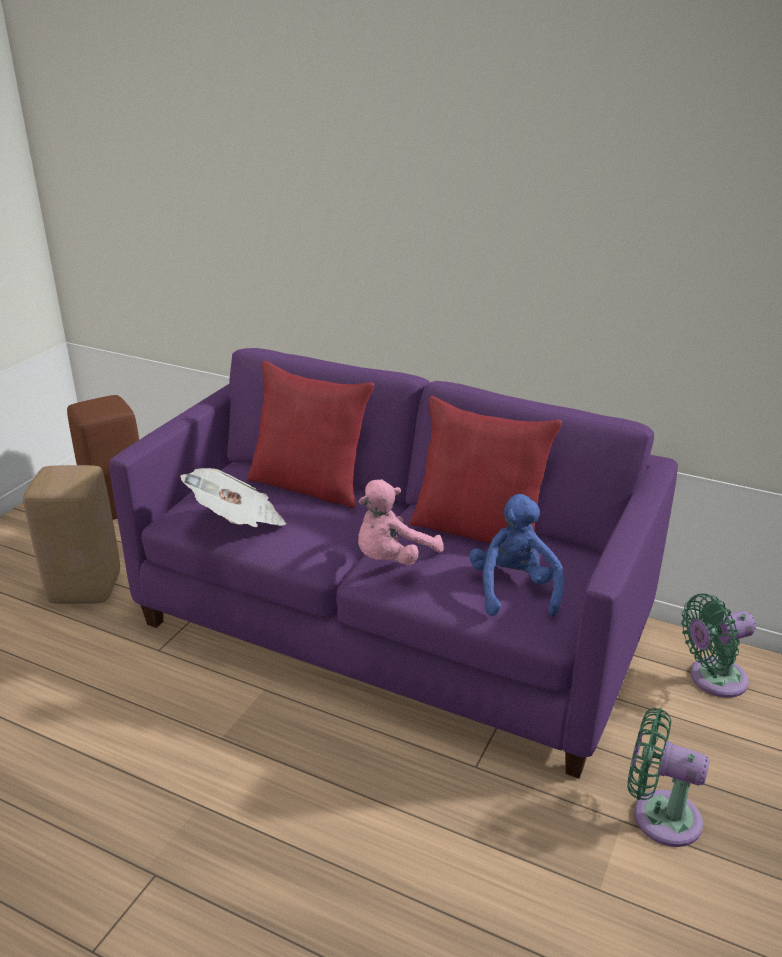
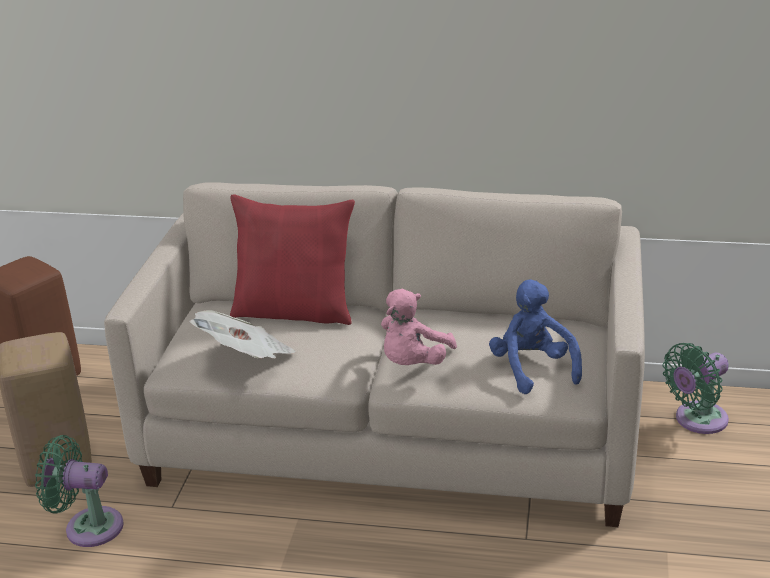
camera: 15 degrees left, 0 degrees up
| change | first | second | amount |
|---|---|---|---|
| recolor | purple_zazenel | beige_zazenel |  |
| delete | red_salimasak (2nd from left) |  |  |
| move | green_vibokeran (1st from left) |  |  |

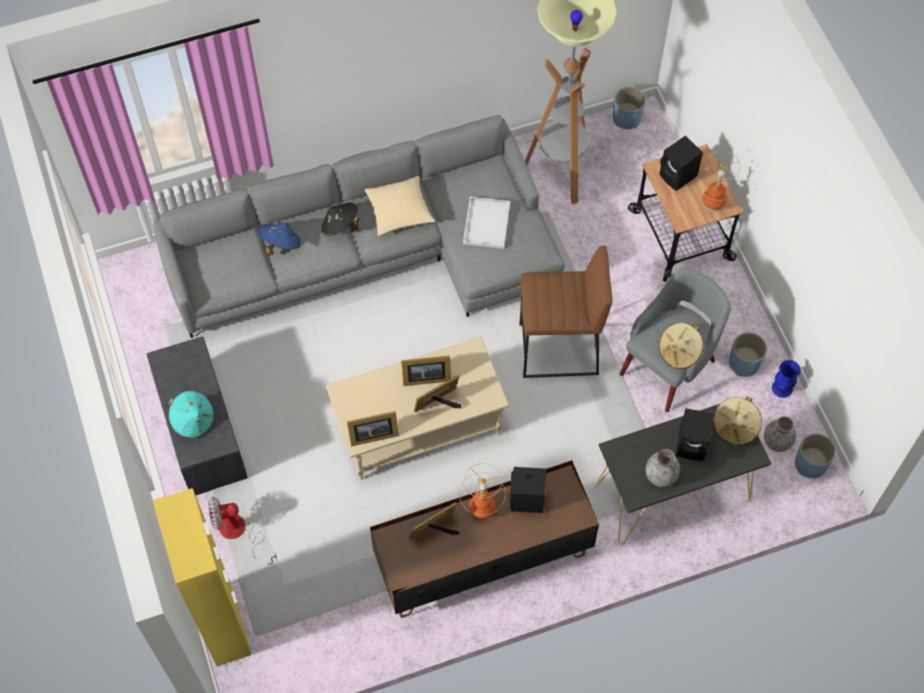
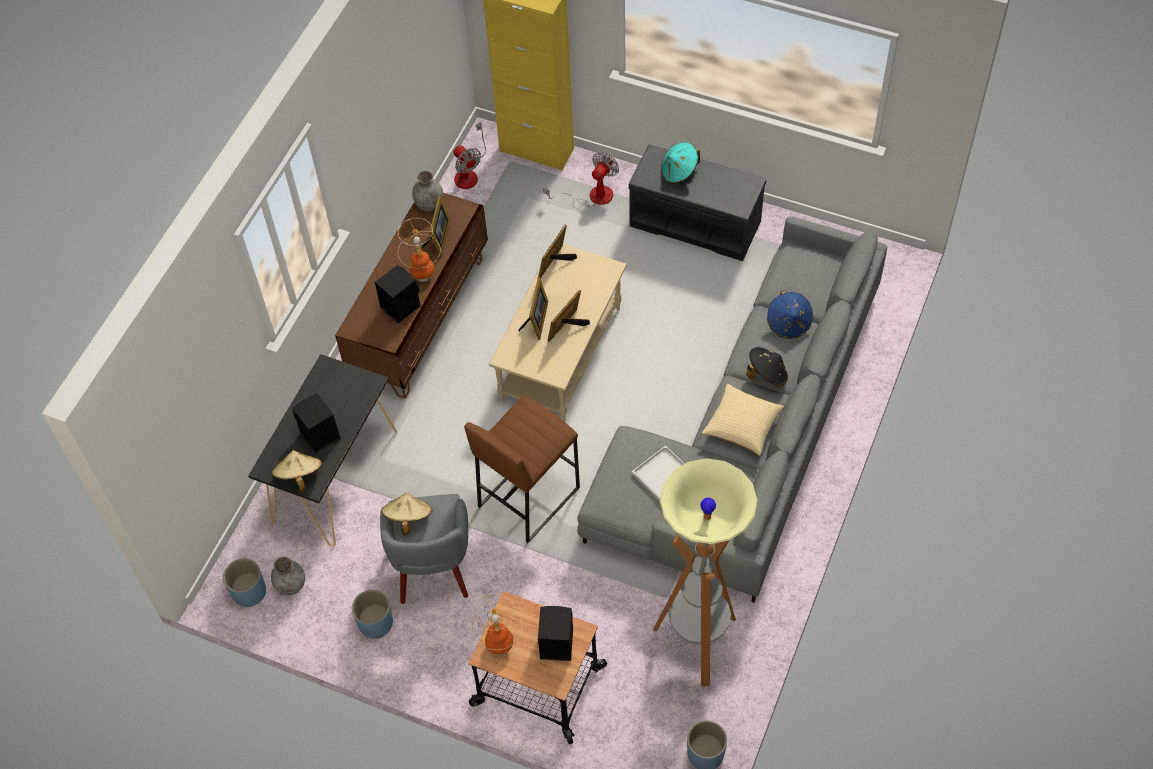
camera: 135 degrees right, 5 degrees down
| change | first | second | amount |
|---|---|---|---|
| delete | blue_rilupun |  |  |
| move | grey_rilupun (1st from left in the first image) | grey_rilupun (2nd from left) |  |
| insert |  | vibokeran (1st from left) |  |

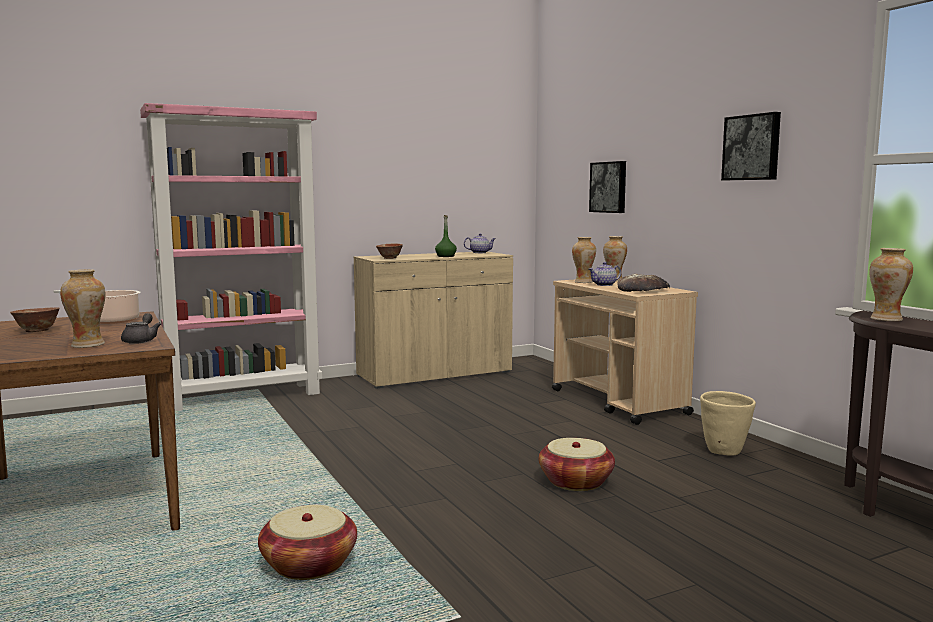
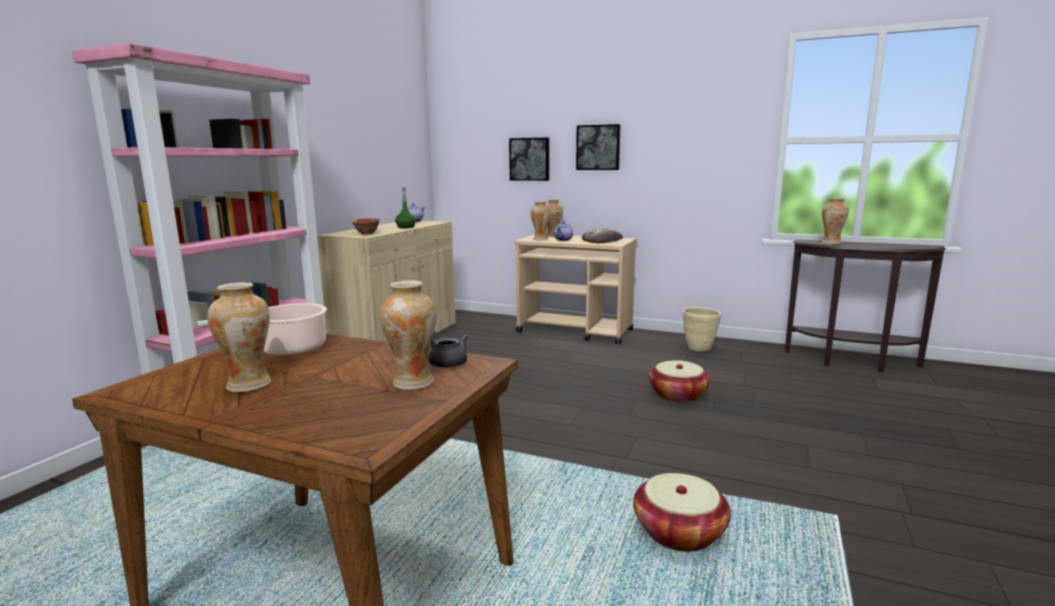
camera: 40 degrees left, 5 degrees up
| change | first | second | amount |
|---|---|---|---|
| move | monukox (2nd from left) |  |  |
| replace | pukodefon (1st from left) | rilupun (1st from left) |  |

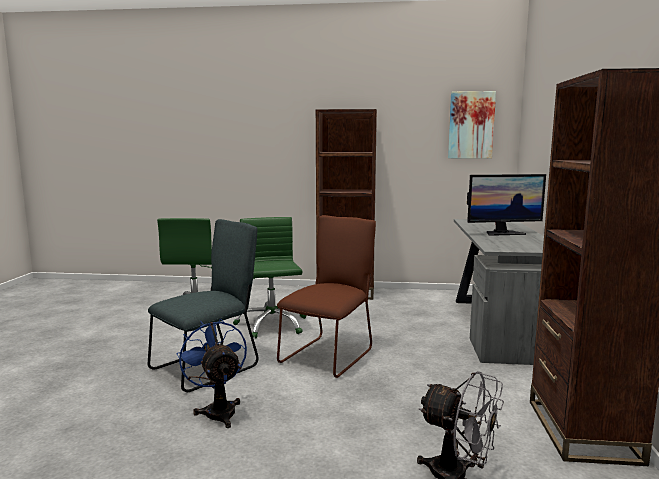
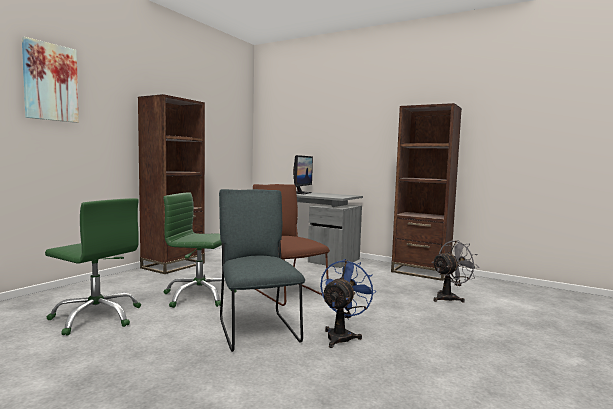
camera: 65 degrees left, 5 degrees down
| change | first | second | amount |
|---|---|---|---|
| move | monukox |  |  |
| rotate | blue_vibokeran |  | 120 degrees clockwise |

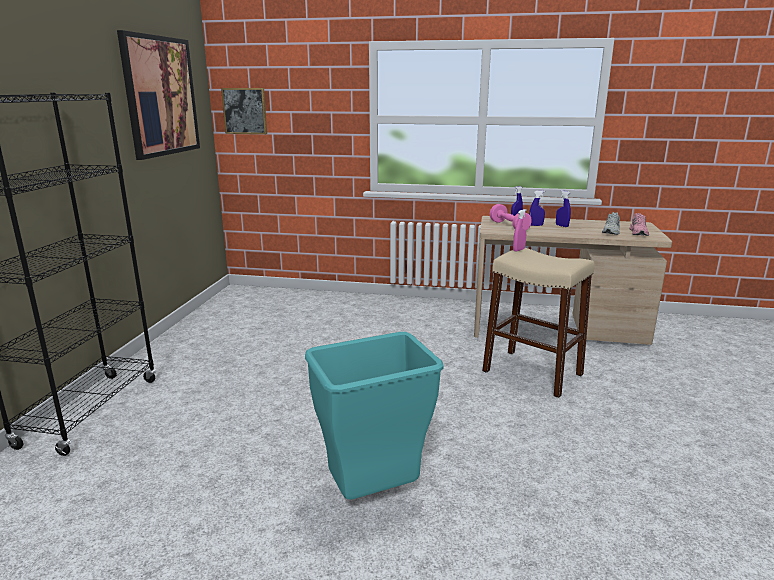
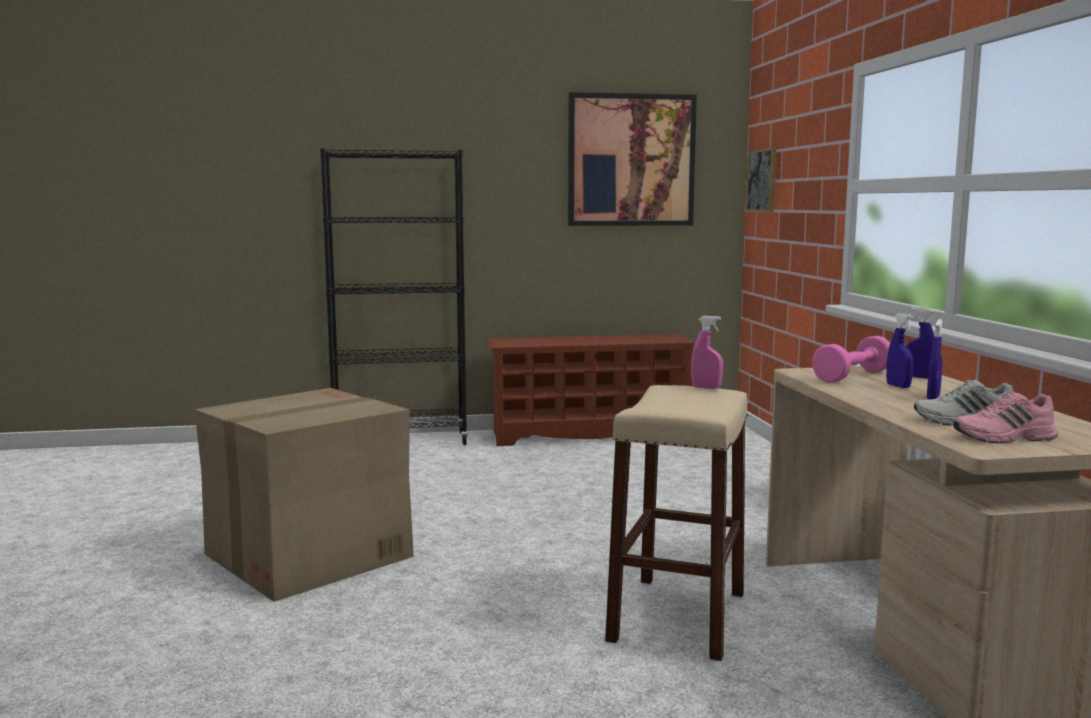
camera: 70 degrees right, 10 degrees down
| change | first | second | amount |
|---|---|---|---|
| replace | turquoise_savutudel | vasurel |  |
| insert |  | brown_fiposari |  |

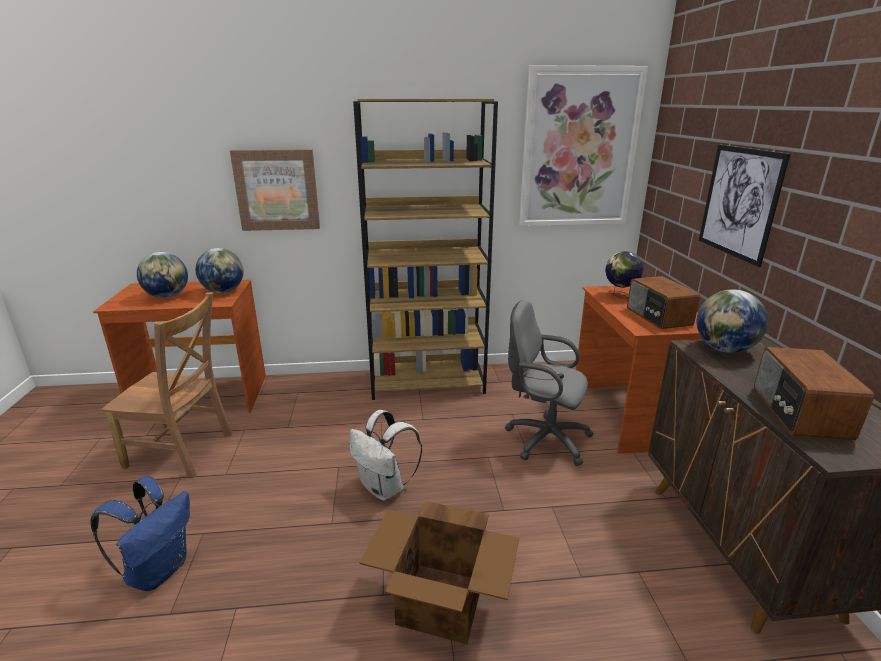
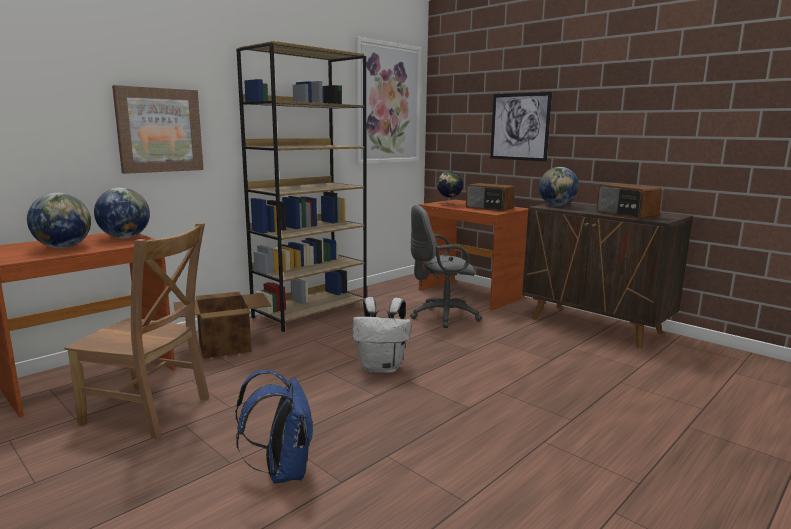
camera: 40 degrees left, 10 degrees down
| change | first | second | amount |
|---|---|---|---|
| rotate | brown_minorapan |  | 45 degrees clockwise |
| move | vasurel |  |  |

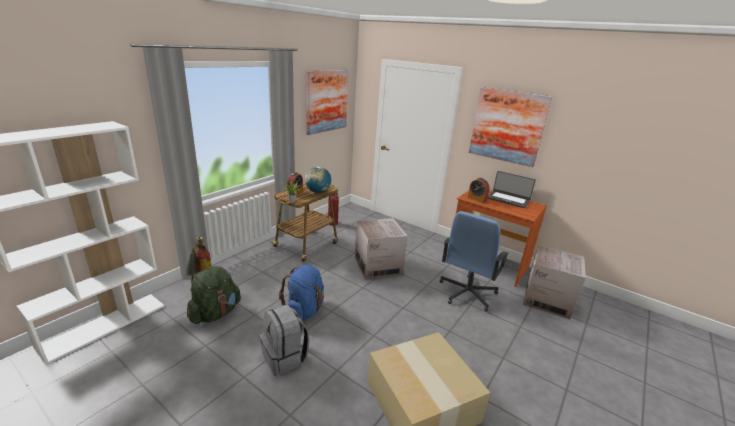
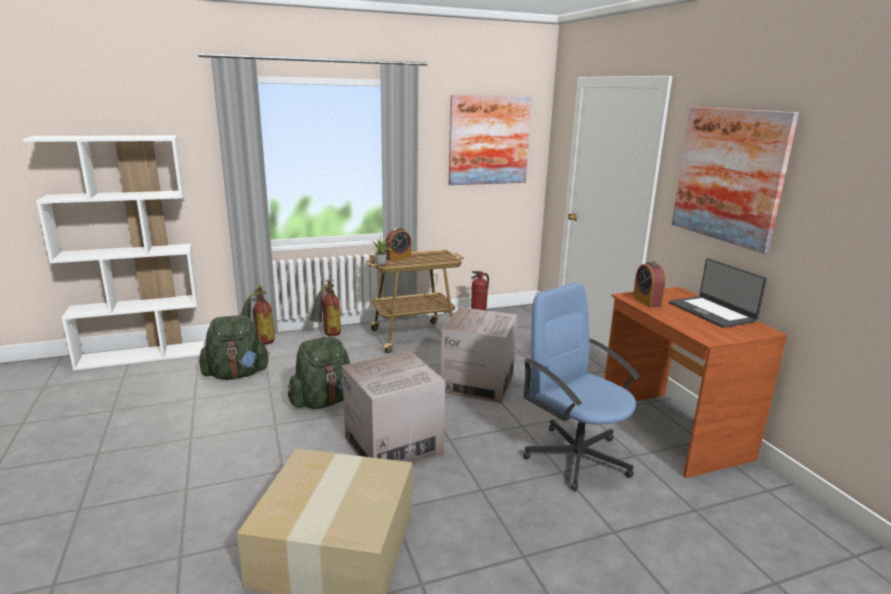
camera: 35 degrees right, 5 degrees down
| change | first | second | amount |
|---|---|---|---|
| delete | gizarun |  |  |
| rotate | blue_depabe |  | 75 degrees clockwise |
| move | vasurel (3rd from left in the first image) | vasurel (2nd from left) |  |
| recolor | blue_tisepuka | green_tisepuka (2nd from left) |  |
| delete | grey_tisepuka |  |  |
| insert |  | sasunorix (2nd from left) |  |

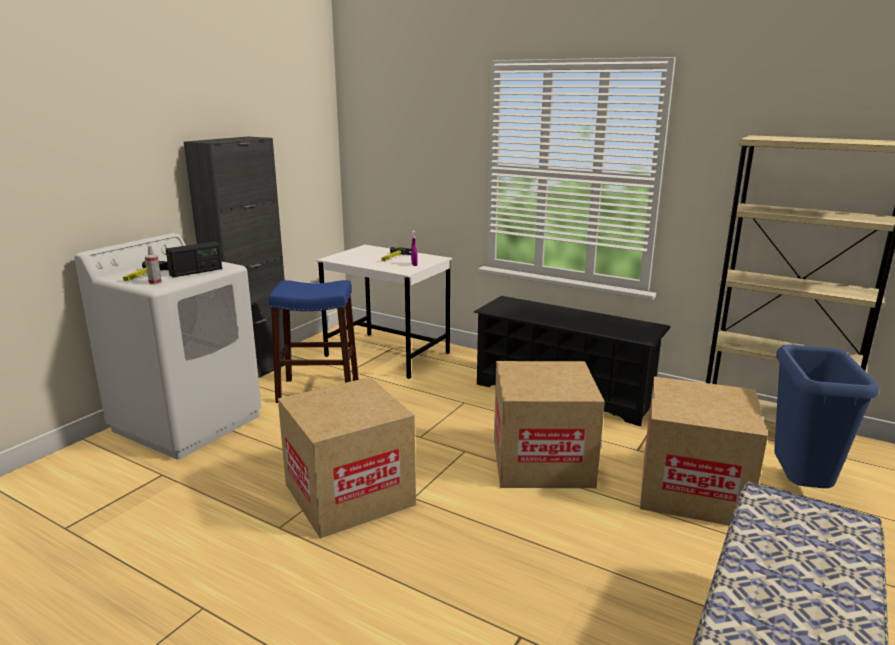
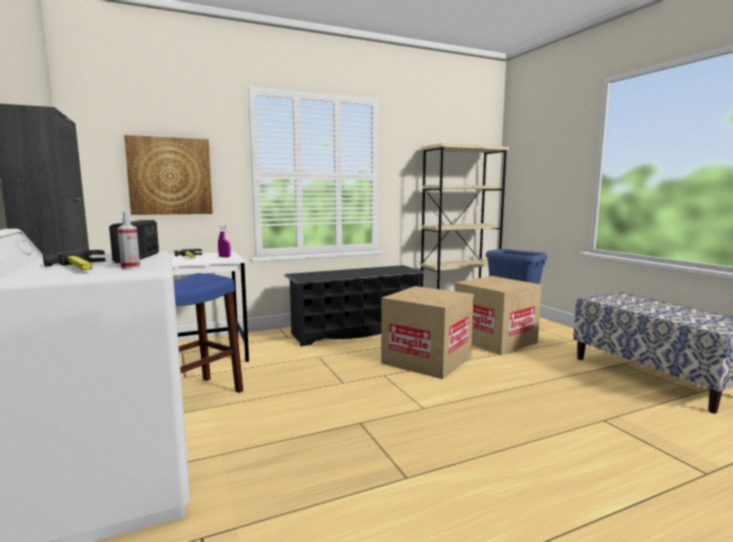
camera: 55 degrees left, 10 degrees down
| change | first | second | amount |
|---|---|---|---|
| delete | vasurel (1st from left) |  |  |
| insert |  | monukox |  |

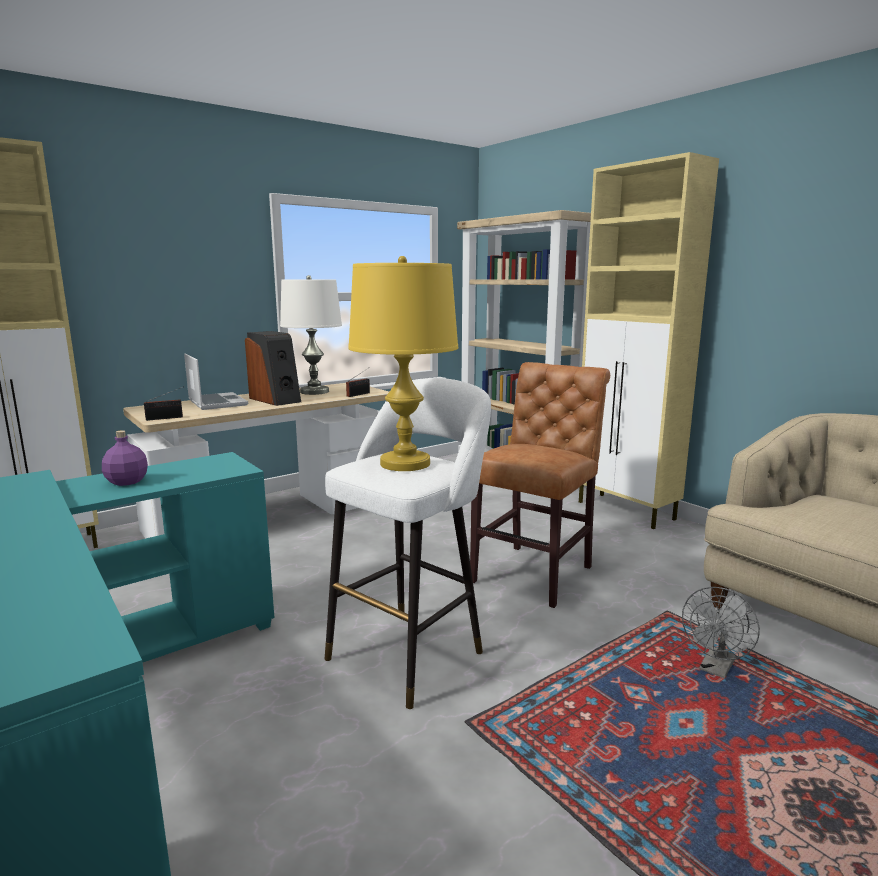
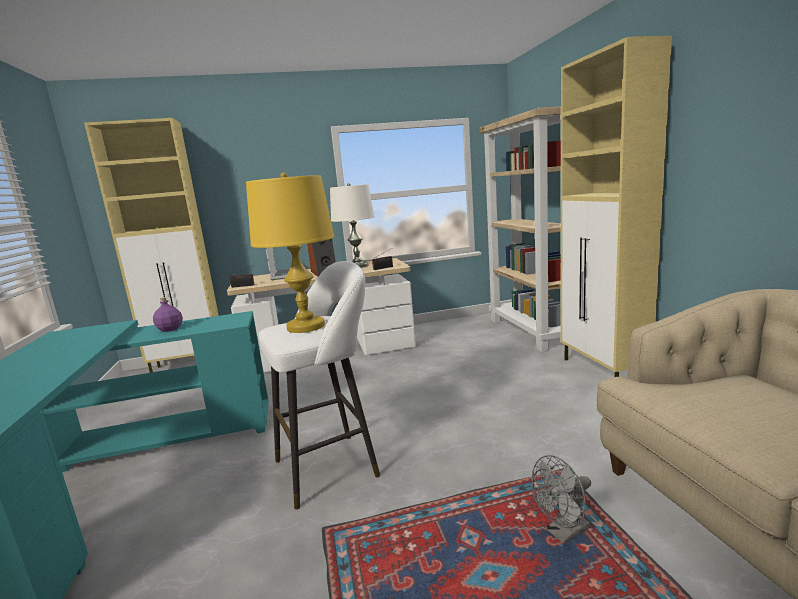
camera: 25 degrees right, 0 degrees up
| change | first | second | amount |
|---|---|---|---|
| delete | brown_minorapan |  |  |

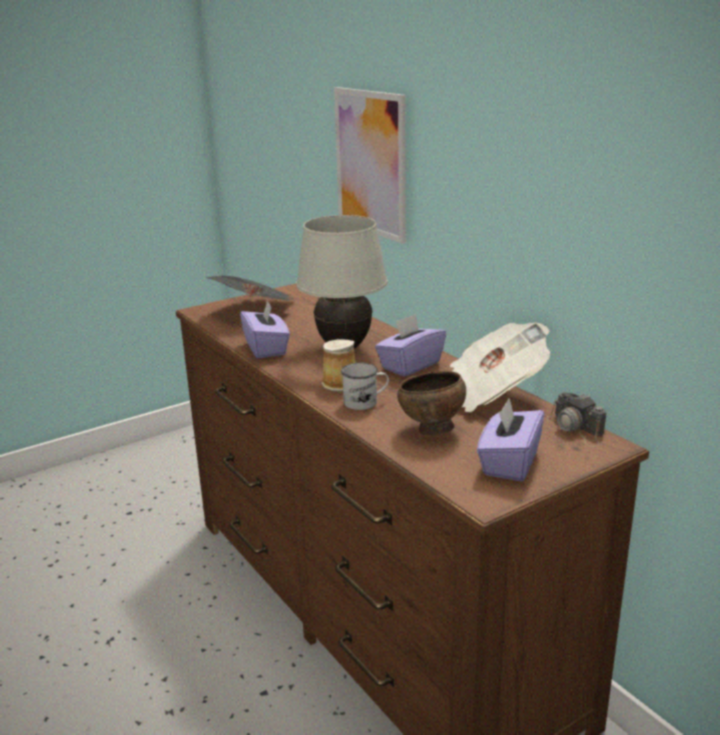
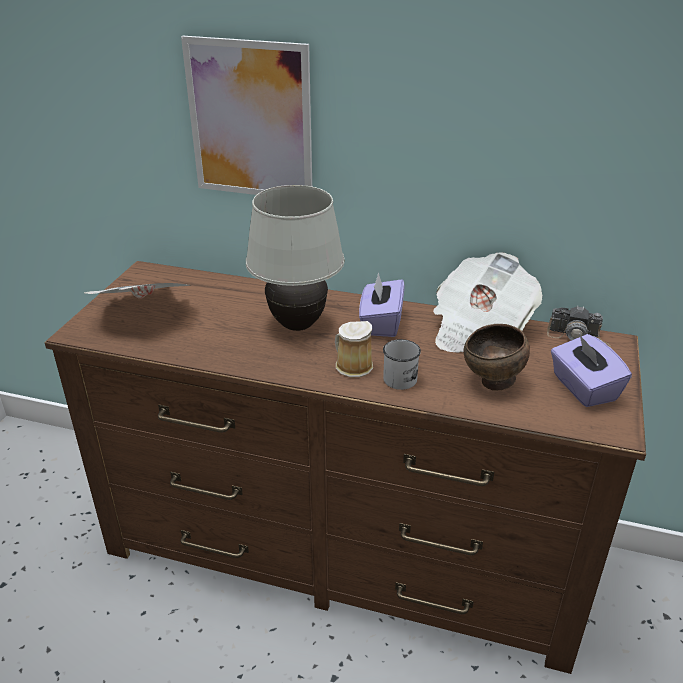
camera: 40 degrees left, 10 degrees up
| change | first | second | amount |
|---|---|---|---|
| delete | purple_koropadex (1st from left) |  |  |

